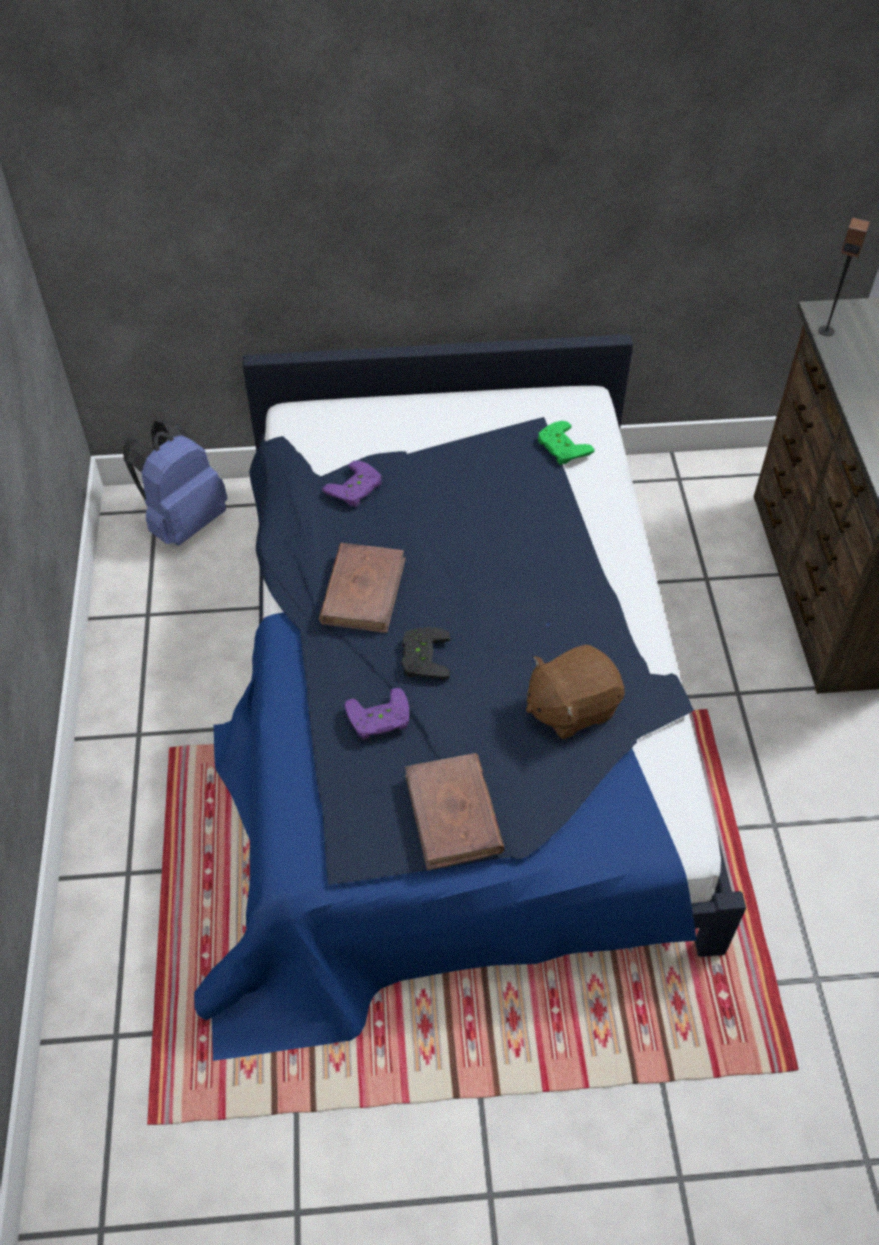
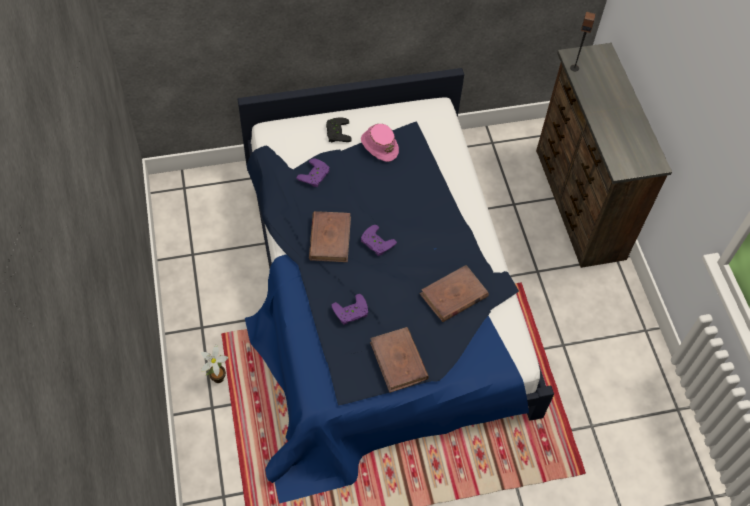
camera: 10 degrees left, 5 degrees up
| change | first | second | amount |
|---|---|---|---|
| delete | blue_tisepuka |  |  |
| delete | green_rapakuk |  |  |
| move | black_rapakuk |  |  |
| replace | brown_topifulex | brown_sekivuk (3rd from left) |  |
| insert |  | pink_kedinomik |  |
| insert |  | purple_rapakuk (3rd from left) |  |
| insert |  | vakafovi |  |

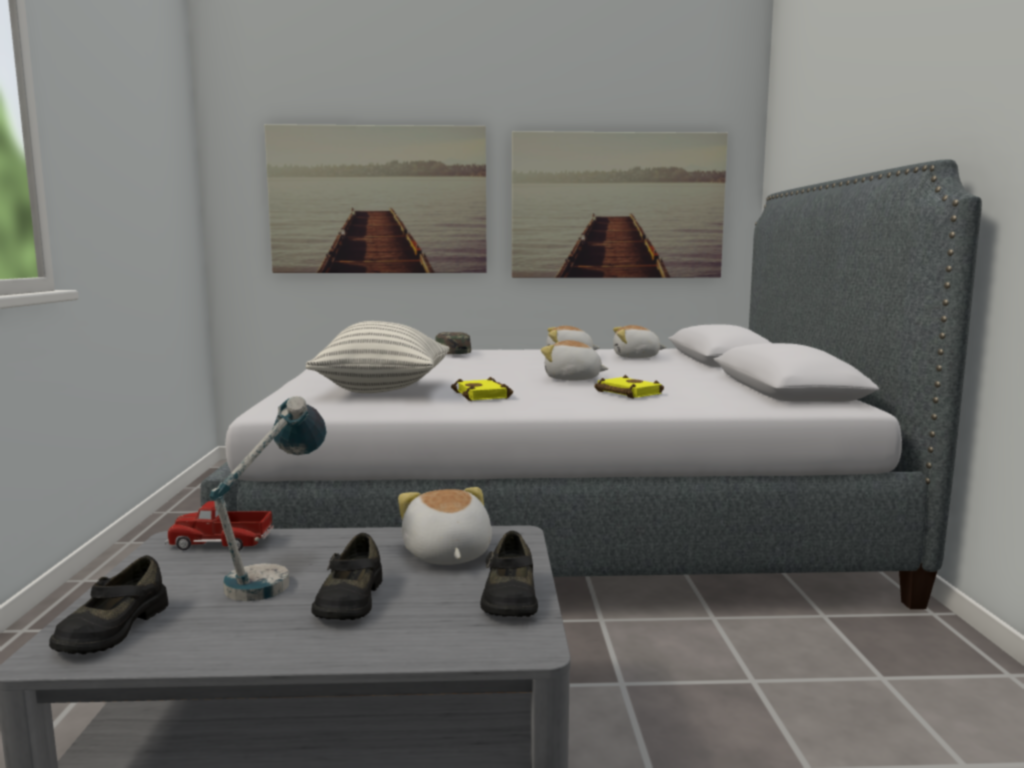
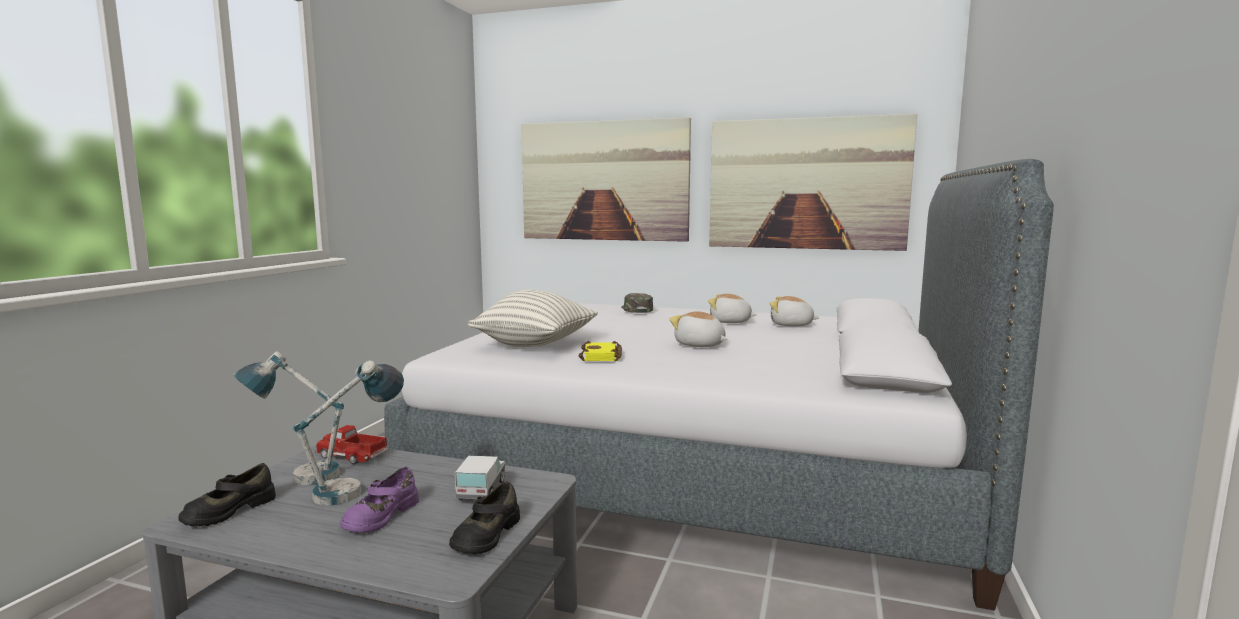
camera: 20 degrees right, 0 degrees up
| change | first | second | amount |
|---|---|---|---|
| delete | yellow_sekivuk (2nd from left) |  |  |
| replace | topifulex (1st from left) | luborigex (2nd from left) |  |
| recolor | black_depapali (2nd from left) | purple_depapali |  |
| insert |  | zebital (1st from left) |  |

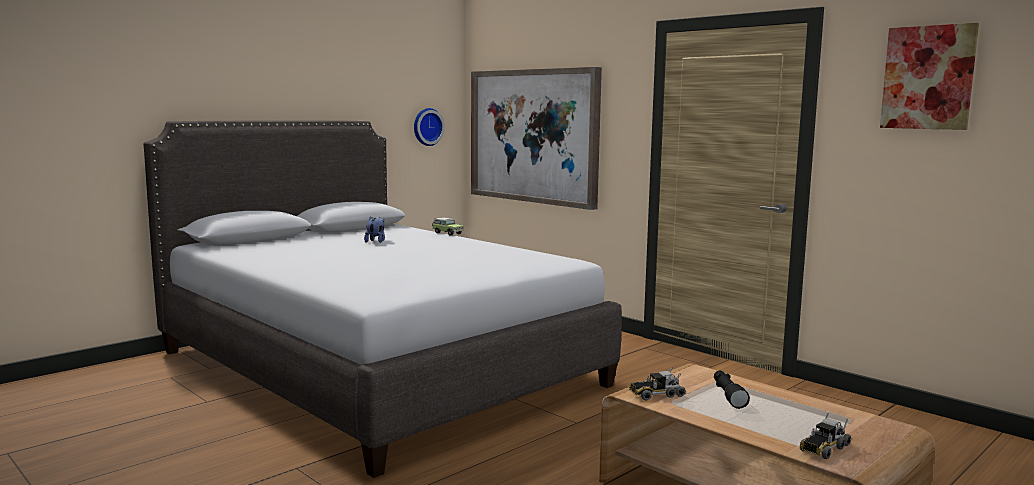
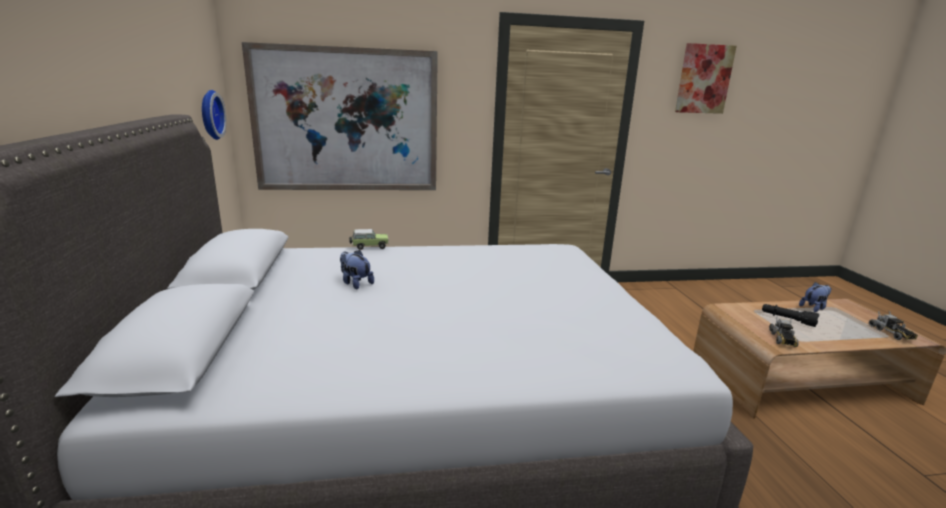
camera: 55 degrees left, 10 degrees up
| change | first | second | amount |
|---|---|---|---|
| insert |  | topifulex (2nd from left) |  |

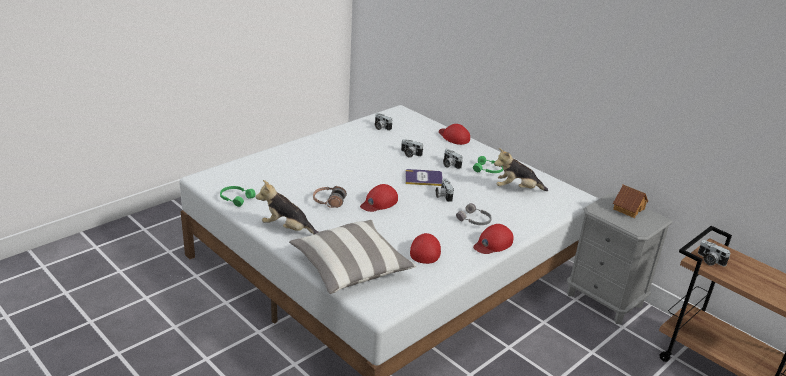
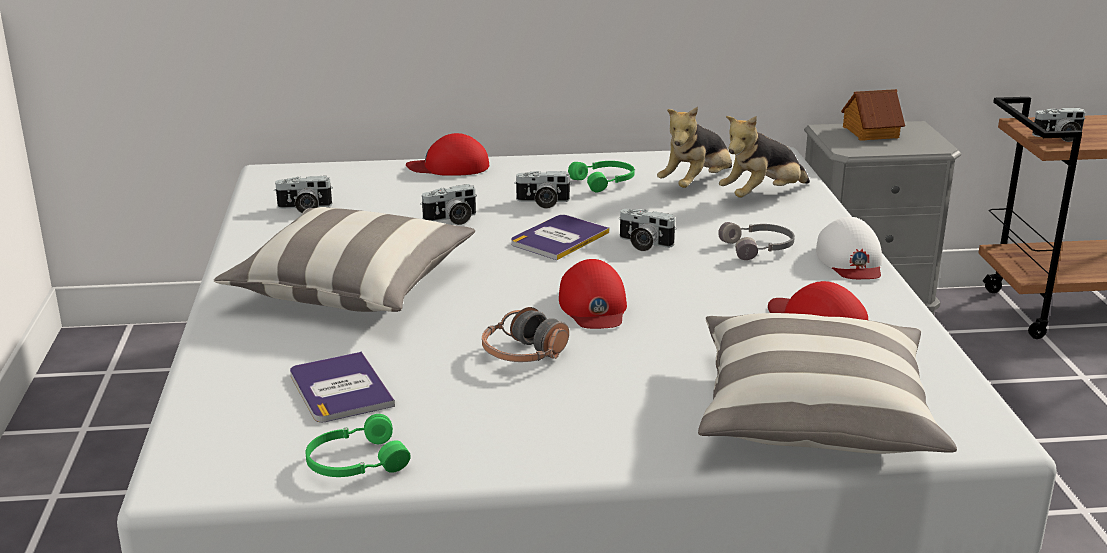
camera: 50 degrees left, 5 degrees down
| change | first | second | amount |
|---|---|---|---|
| move | topifulex (1st from left in the first image) | topifulex (2nd from left) |  |
| recolor | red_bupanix (4th from left) | white_bupanix |  |
| insert |  | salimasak (1st from left) |  |
| insert |  | sekivuk (1st from left) |  |

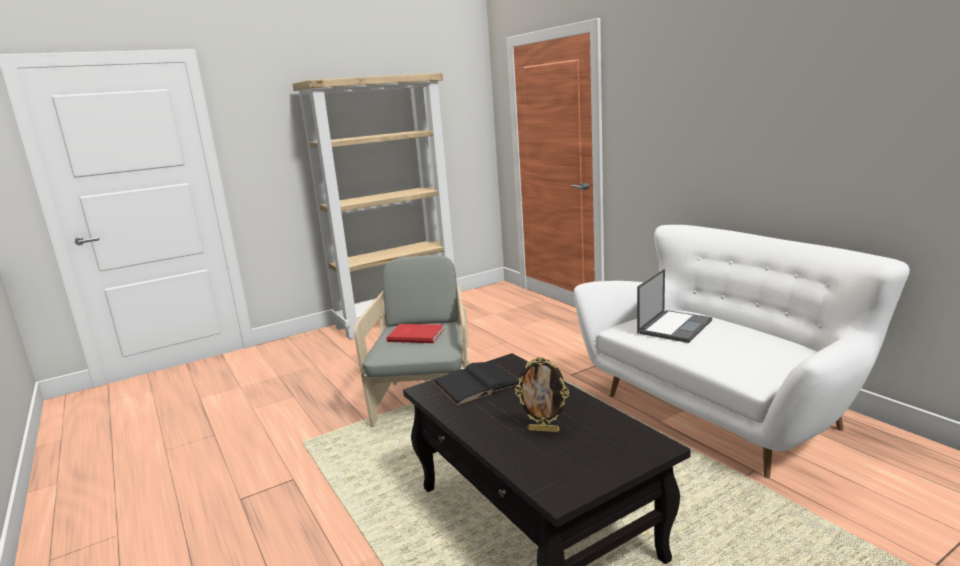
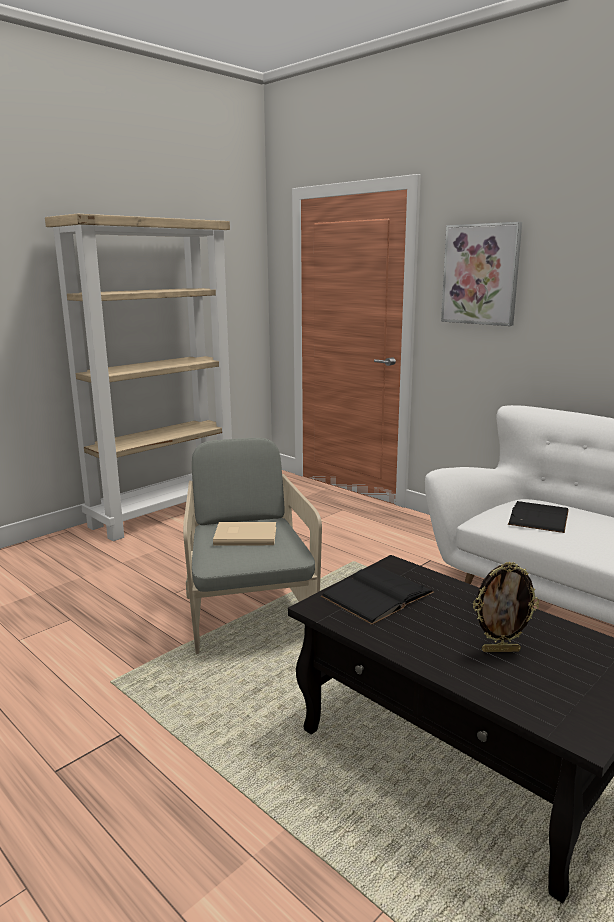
camera: 15 degrees left, 0 degrees up
| change | first | second | amount |
|---|---|---|---|
| replace | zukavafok | black_sekivuk (2nd from left) |  |
| recolor | red_sekivuk | beige_sekivuk |  |
| insert |  | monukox |  |

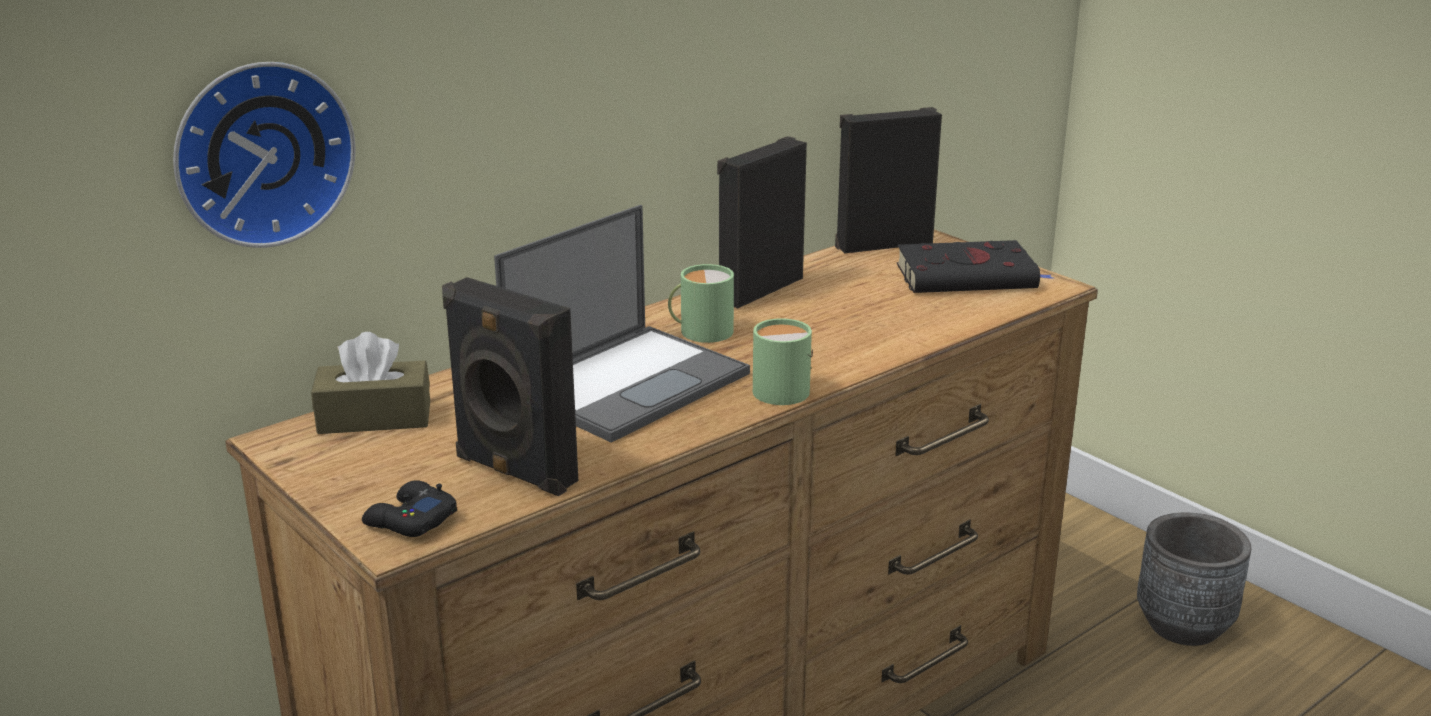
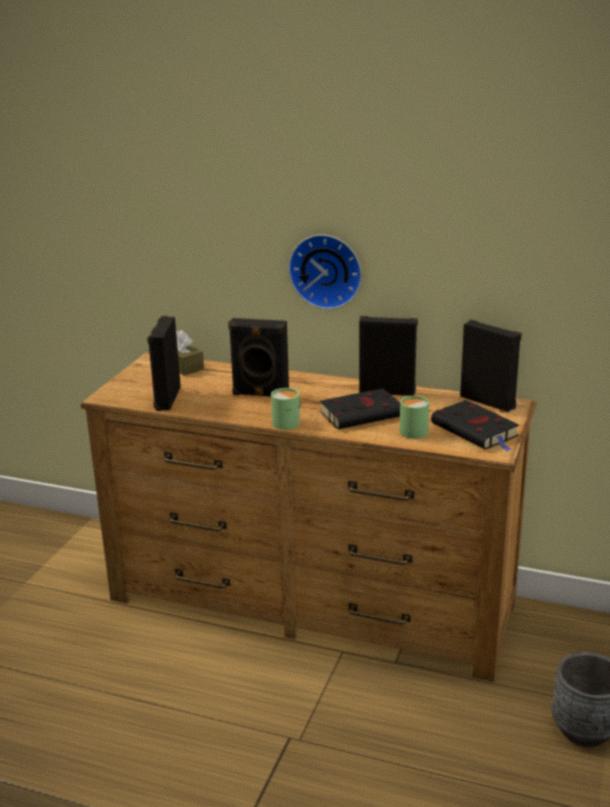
camera: 60 degrees right, 0 degrees up
| change | first | second | amount |
|---|---|---|---|
| move | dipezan |  |  |
| replace | zukavafok | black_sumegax (2nd from left) |  |
| move | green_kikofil (1st from left in the first image) | green_kikofil (2nd from left) |  |
| delete | black_rapakuk |  |  |
| insert |  | black_sekivuk (1st from left) |  |

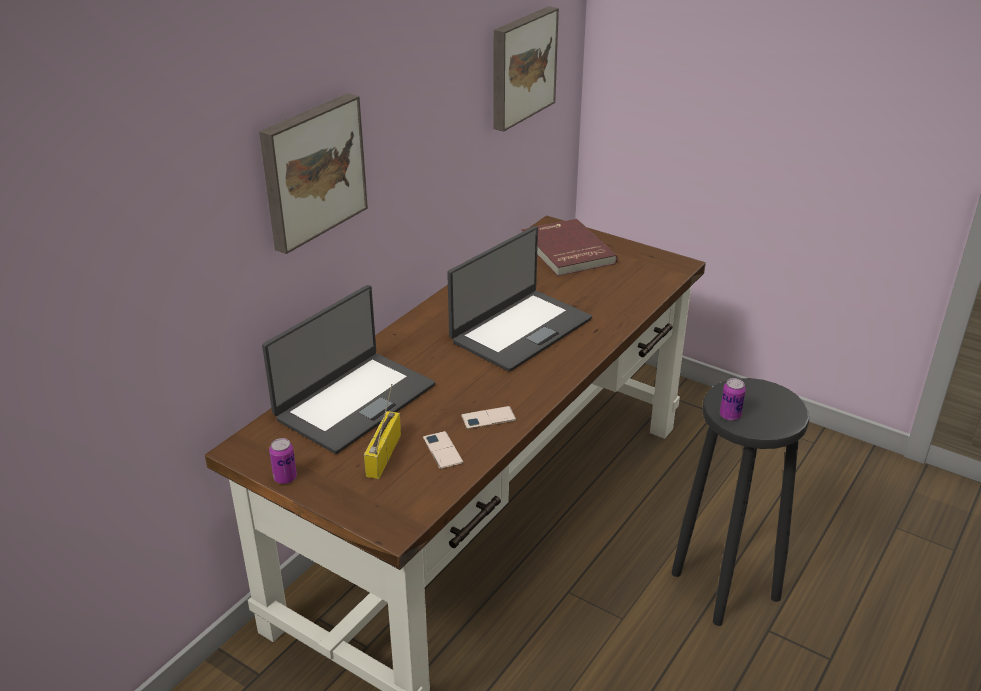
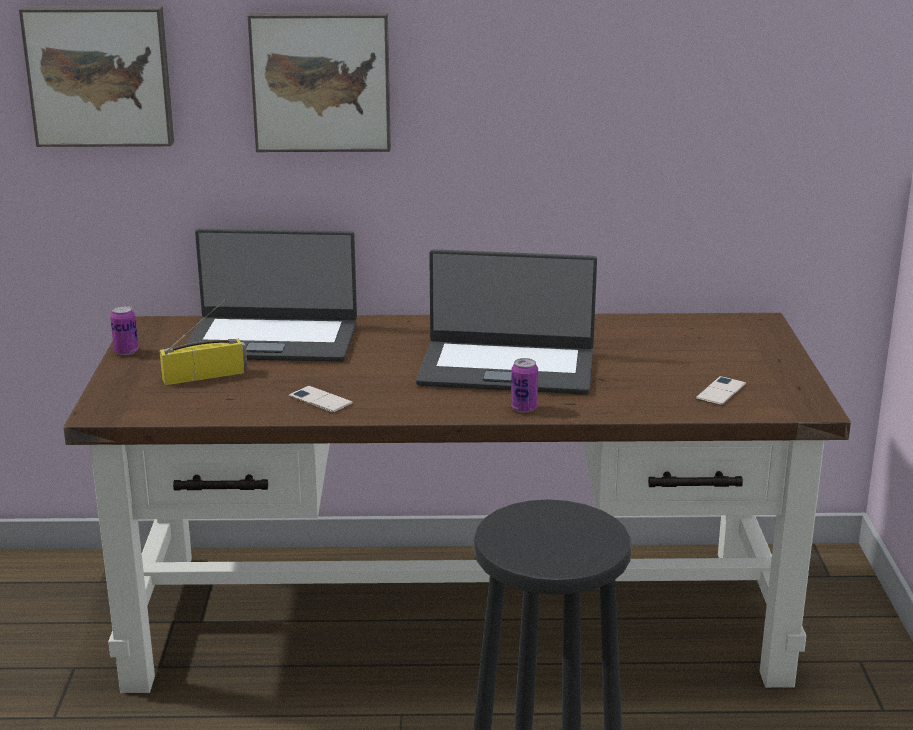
camera: 55 degrees right, 10 degrees down
| change | first | second | amount |
|---|---|---|---|
| move | monukox (2nd from left in the first image) | monukox (1st from left) |  |
| delete | red_sekivuk |  |  |
| move | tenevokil (2nd from left) |  |  |
| move | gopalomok (1st from left in the first image) | gopalomok (2nd from left) |  |

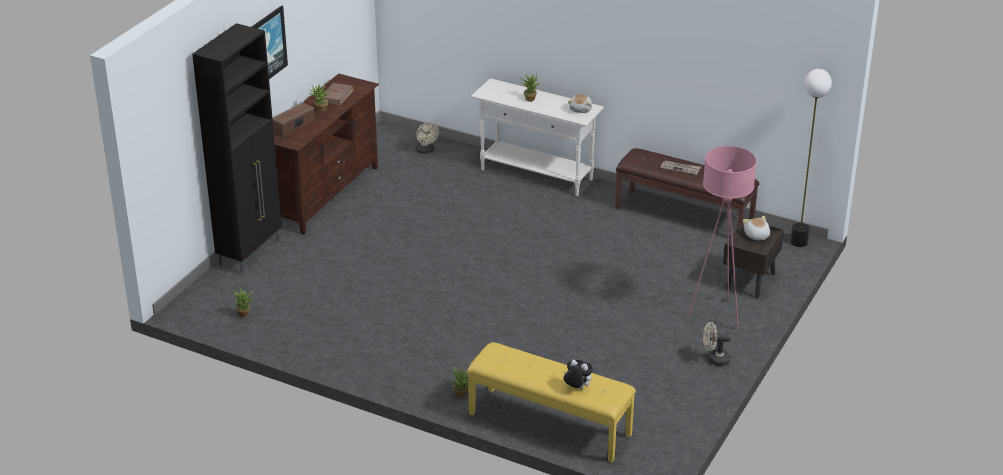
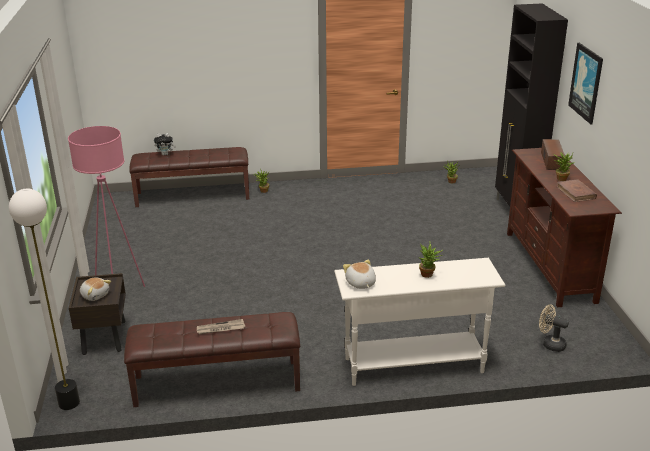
camera: 145 degrees right, 5 degrees down
| change | first | second | amount |
|---|---|---|---|
| delete | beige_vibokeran (2nd from left) |  |  |
| recolor | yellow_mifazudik | brown_mifazudik (1st from left) |  |

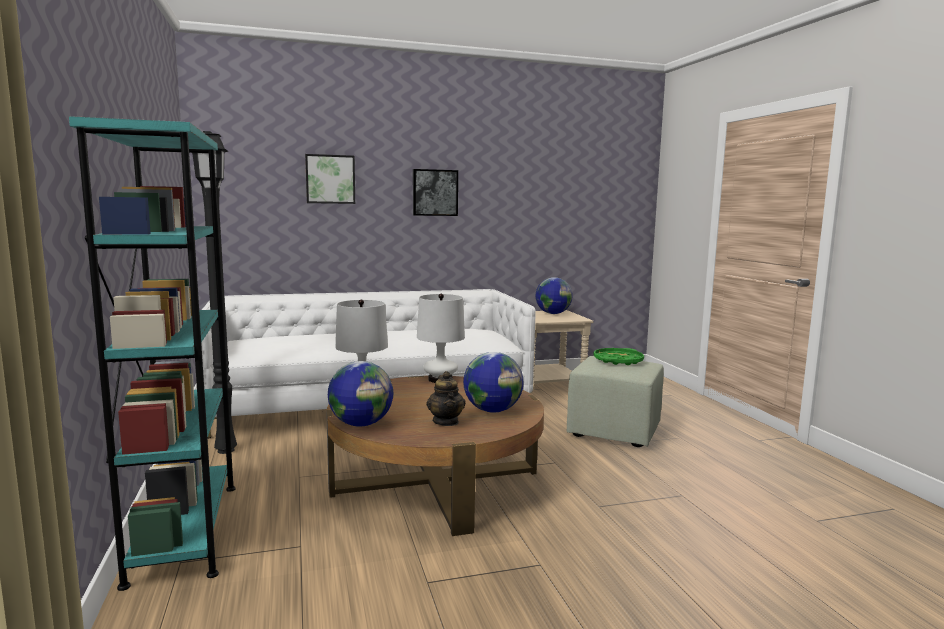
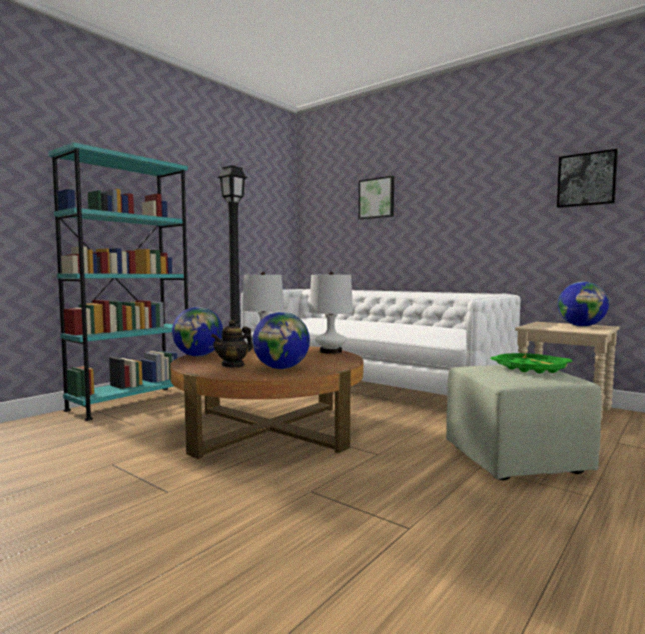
camera: 55 degrees right, 5 degrees down
| change | first | second | amount |
|---|---|---|---|
| move | monukox (2nd from left) |  |  |

